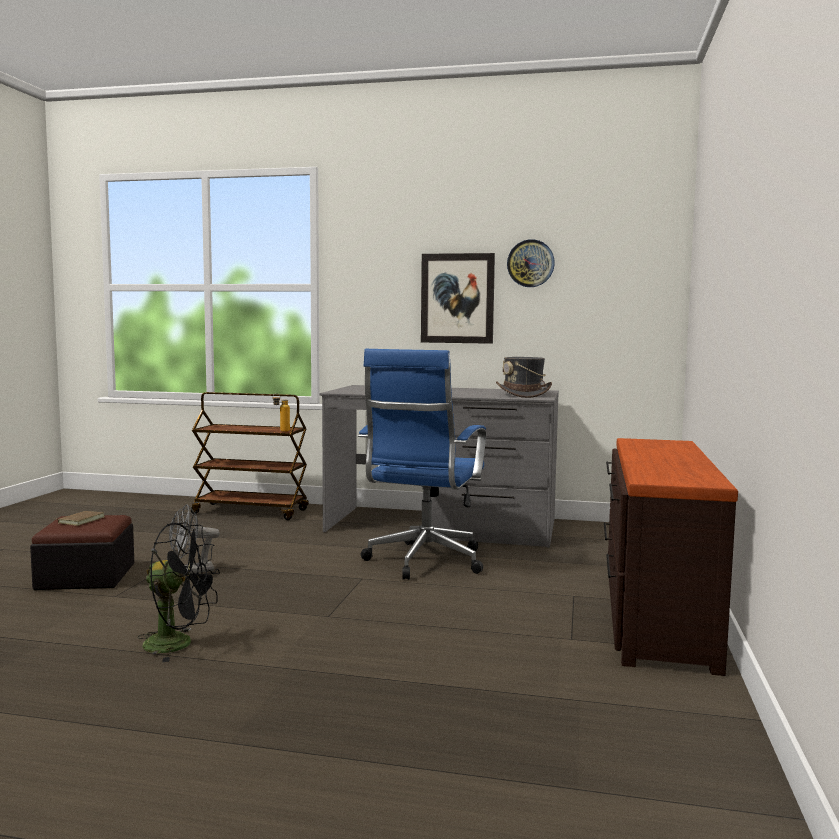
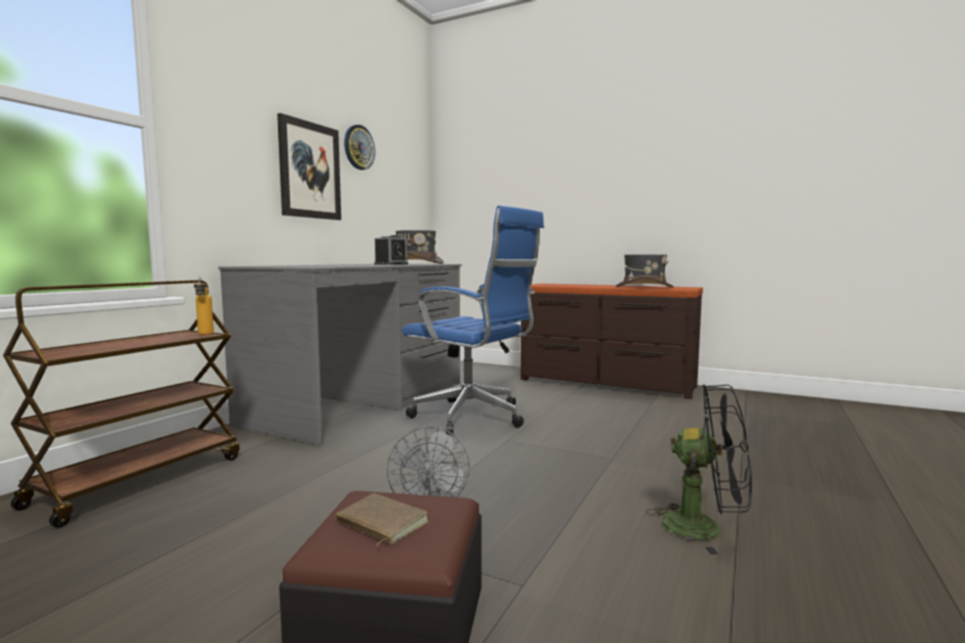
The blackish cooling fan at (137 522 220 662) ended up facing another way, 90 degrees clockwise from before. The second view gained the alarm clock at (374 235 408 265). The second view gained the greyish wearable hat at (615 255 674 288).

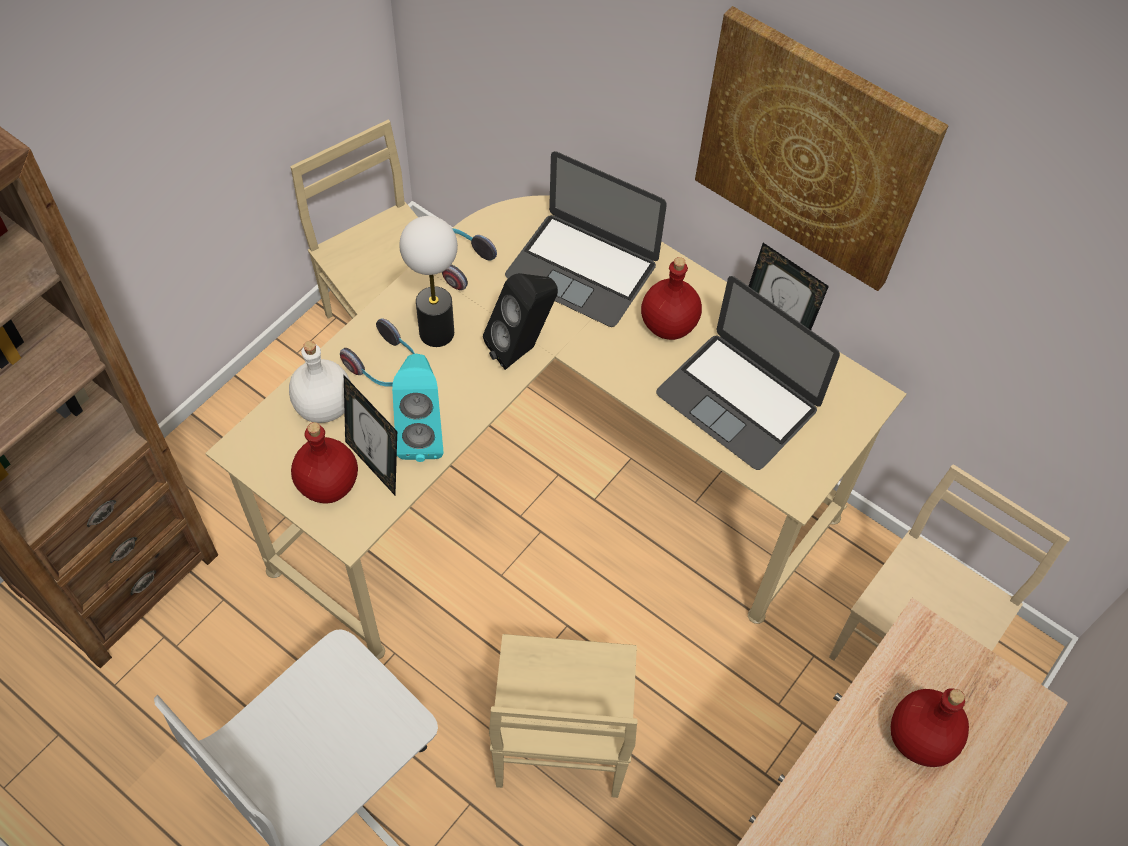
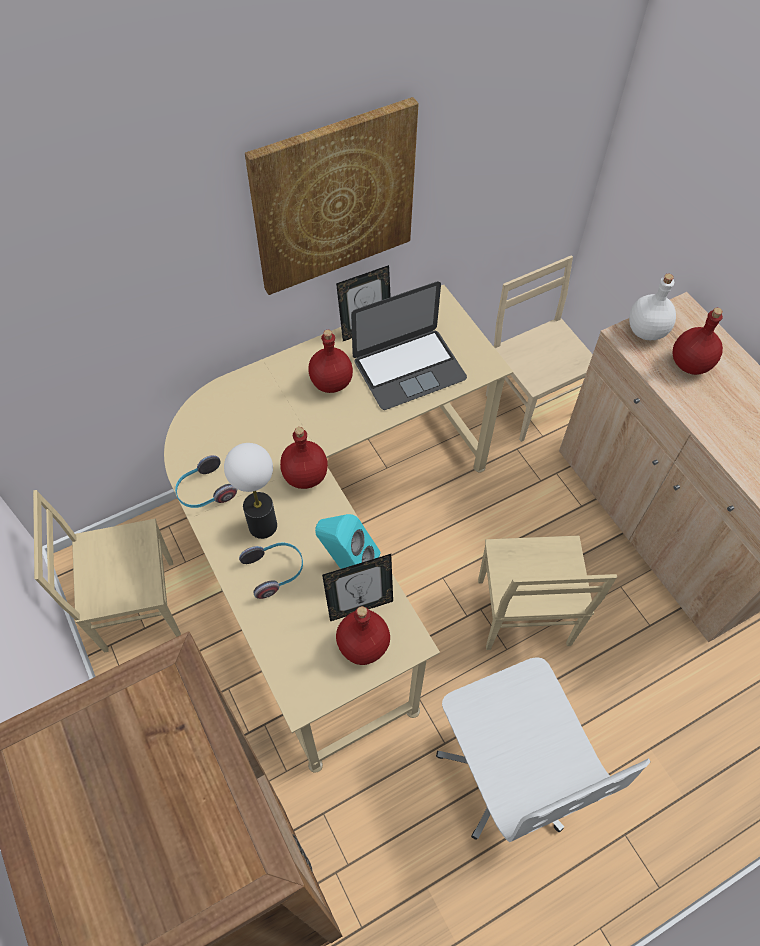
The white drink bottle ended up elsewhere, having gone from (289 341 351 423) to (629 274 676 340). Where the blackish speaker stood at (483 273 558 370), the red drink bottle came to stand at (280 427 328 489). The sand-coloured plain chair at (489 634 638 798) ended up facing another way, 60 degrees clockwise from before. The second view lost the laptop at (505 151 667 327).

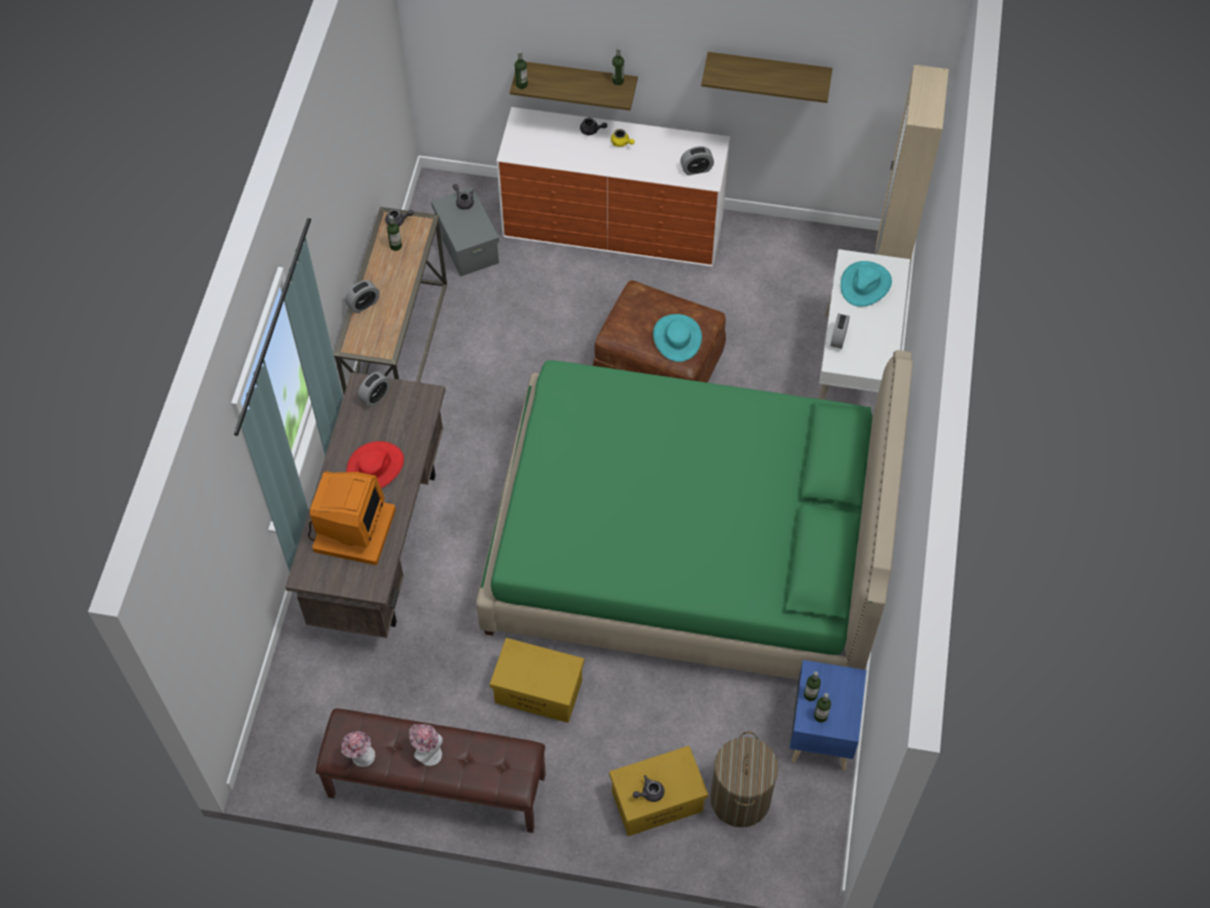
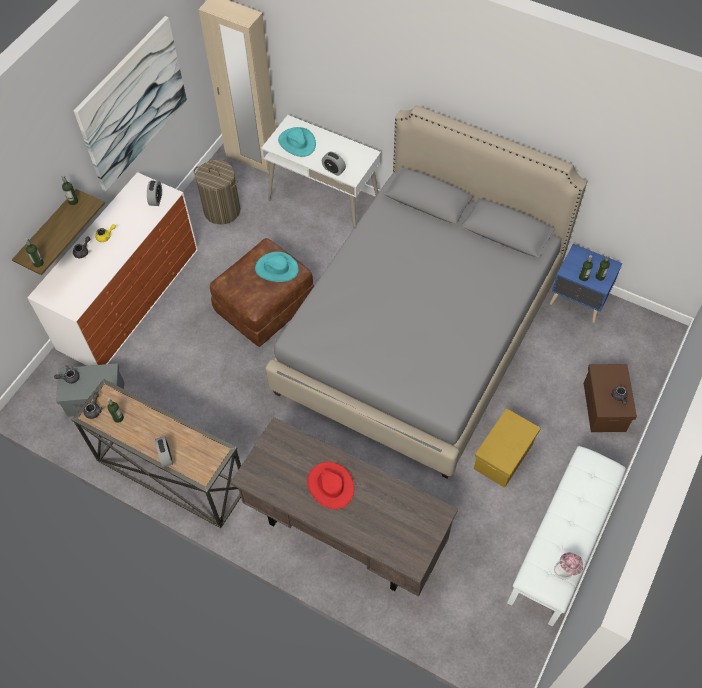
The second view lost the monitor at (308 471 396 565). What was the brownish bench at (316 708 546 833) turned into the white bench at (507 446 626 627). The second view lost the alarm clock at (358 372 390 407). The second view lost the wearable hat at (409 724 443 766). What was the green bed at (476 350 913 680) turned into the greyish bed at (265 105 587 479). What was the yellow storage bin at (609 746 708 836) turned into the brownish storage bin at (584 364 637 432). Where the shelf hung at (701 52 833 103), the wall picture came to hang at (74 16 187 191). The hamper ended up elsewhere, having gone from (710 731 778 827) to (194 160 241 224).

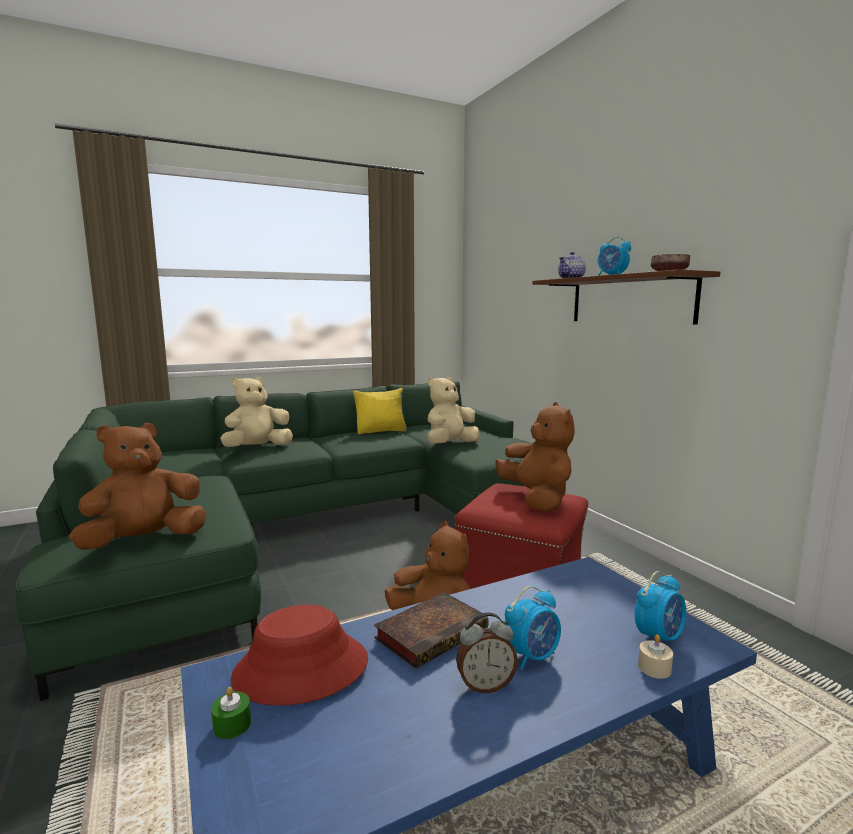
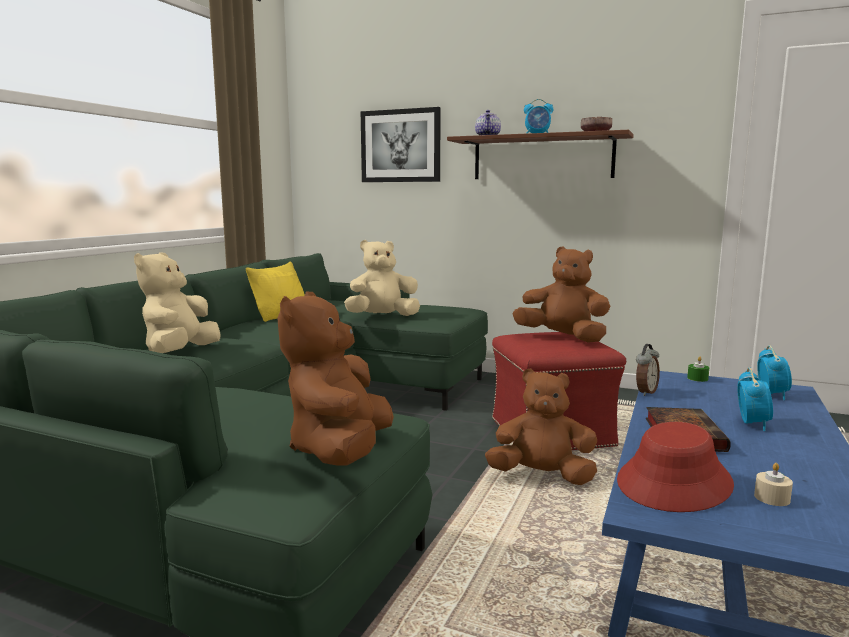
The green candle ended up elsewhere, having gone from (211 687 251 739) to (687 356 709 382). The sand-coloured cuddly toy at (427 377 480 444) ended up facing another way, 60 degrees clockwise from before. The alarm clock ended up elsewhere, having gone from (456 612 518 693) to (636 344 660 396). The sand-coloured candle ended up elsewhere, having gone from (638 635 673 679) to (754 463 793 506). The second view gained the wall picture at (361 107 441 182).

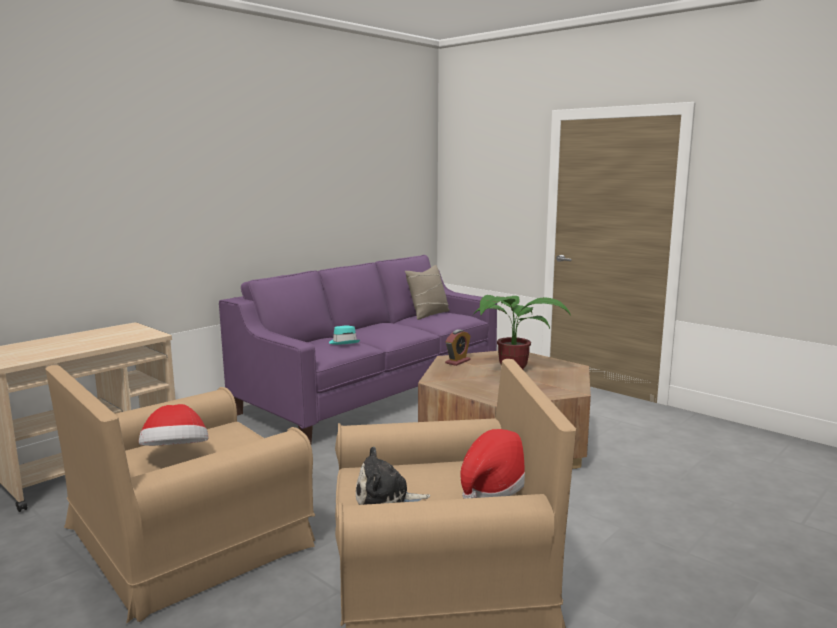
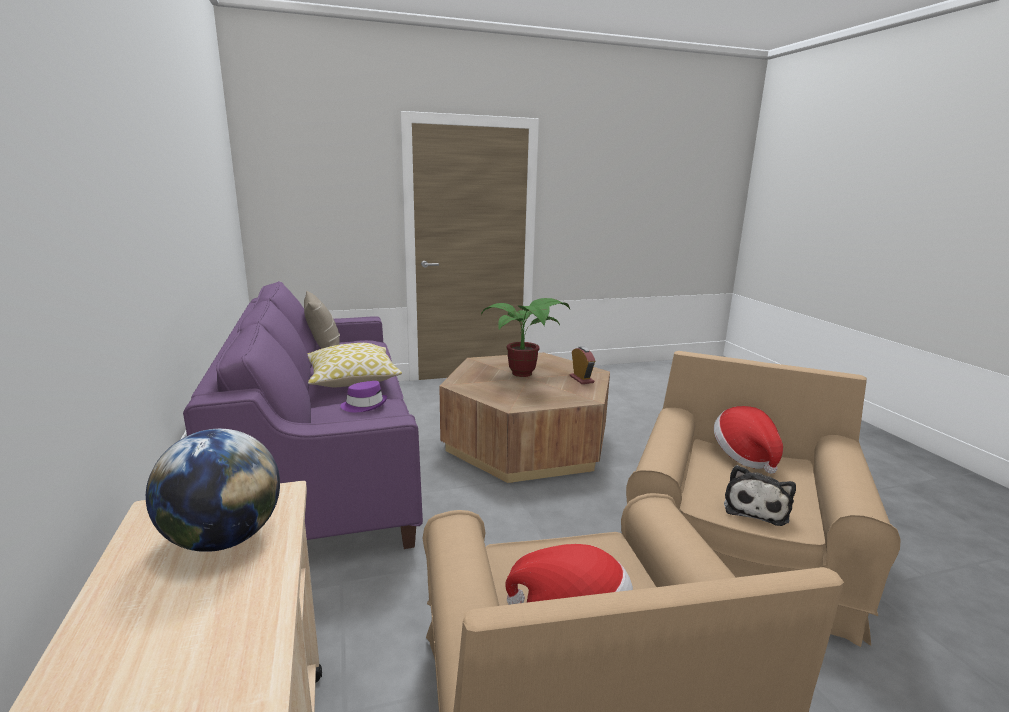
What was the blue-green wearable hat at (329 325 360 345) turned into the purple wearable hat at (340 381 387 412). The alarm clock ended up elsewhere, having gone from (445 329 471 366) to (569 346 595 384). The second view gained the world globe at (146 429 280 552). The second view gained the throw pillow at (307 343 402 387).

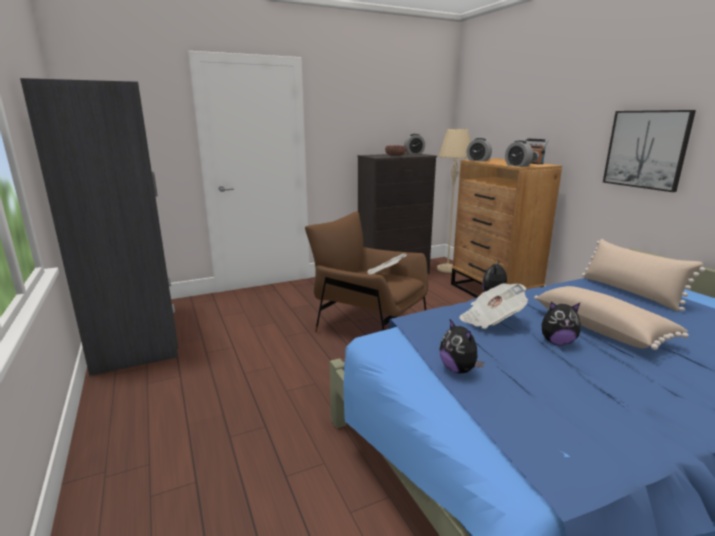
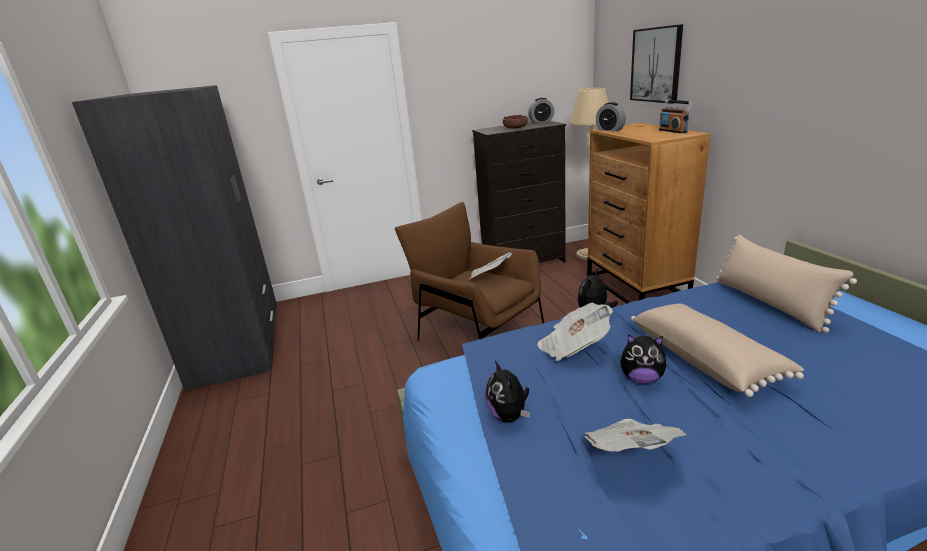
The second view lost the alarm clock at (505 140 533 167). The wall picture ended up elsewhere, having gone from (603 110 696 192) to (630 24 683 104). The second view gained the printed paper at (584 419 686 452).

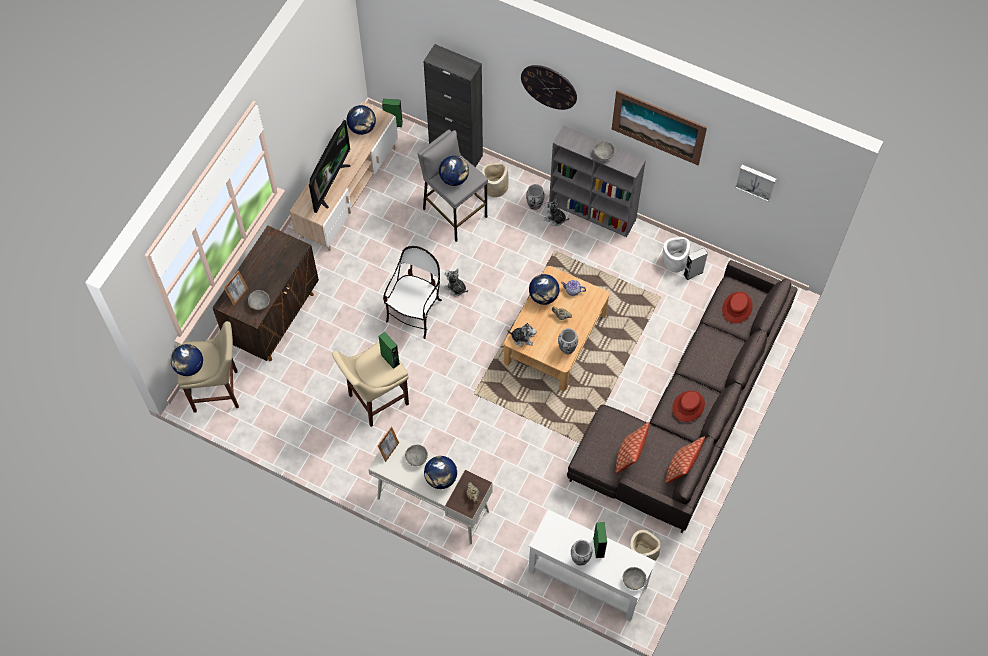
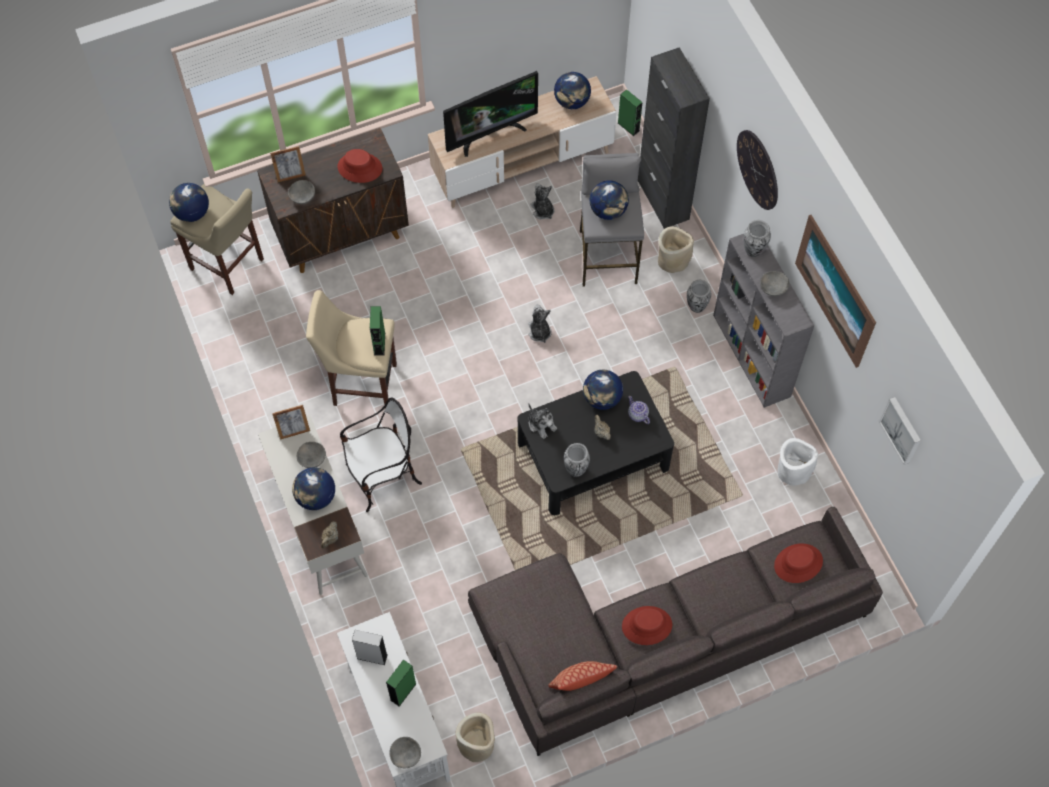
The plain chair ended up elsewhere, having gone from (383 246 442 339) to (340 397 422 512). What was the sand-coloured coffee table at (504 266 609 391) turned into the blackish coffee table at (517 371 674 515). The cuddly toy ended up elsewhere, having gone from (544 198 569 226) to (530 183 554 220). The vase ended up elsewhere, having gone from (571 540 592 566) to (744 220 771 257). The second view lost the throw pillow at (615 422 650 474). The greyish speaker ended up elsewhere, having gone from (683 248 708 280) to (352 630 388 665). The second view gained the red wearable hat at (338 149 382 183).

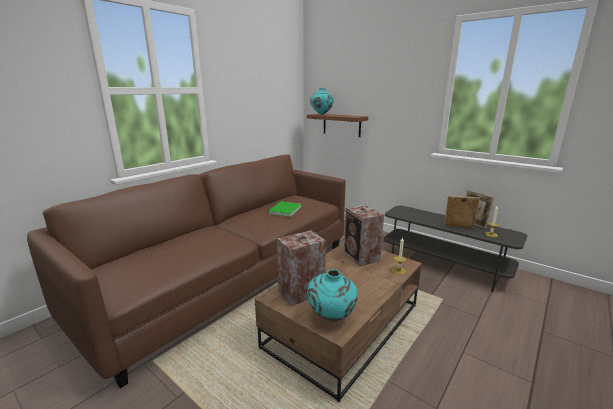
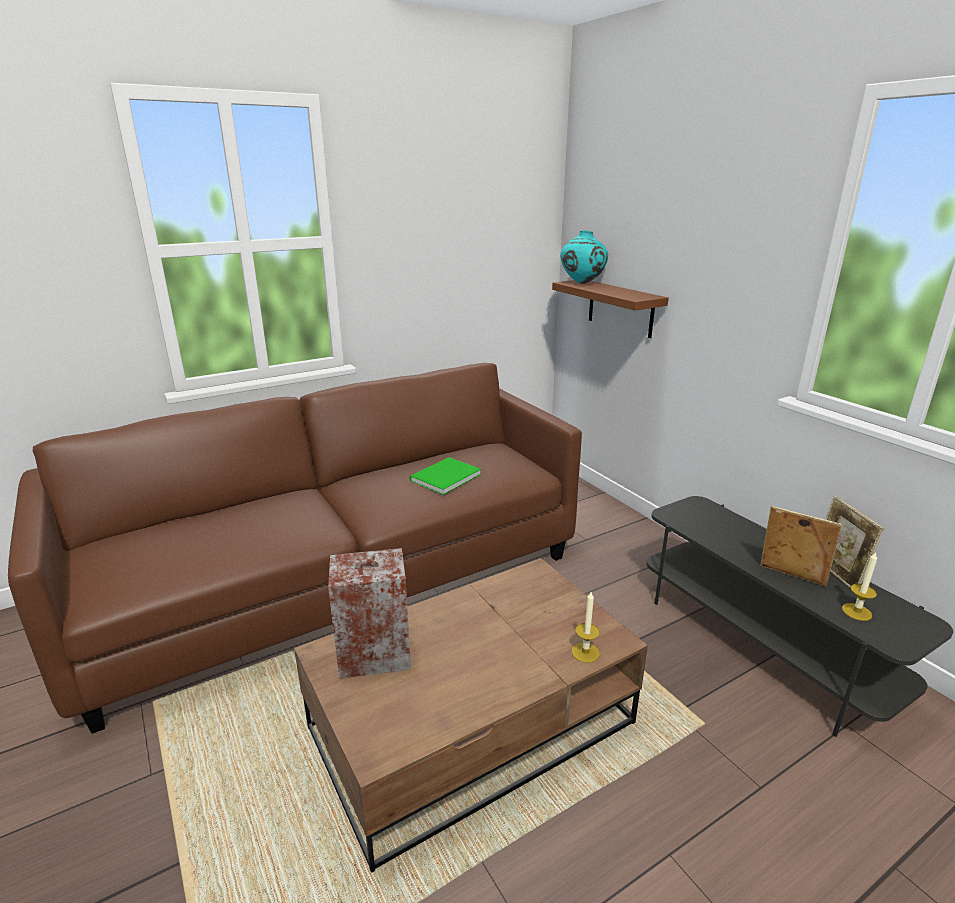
The second view lost the blue-green vase at (307 269 358 321). The second view lost the speaker at (344 205 384 266).

